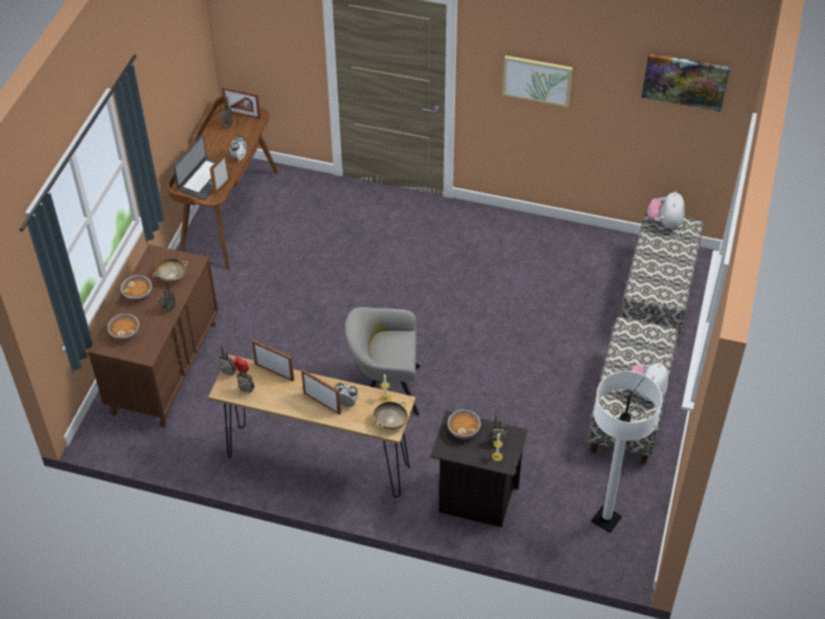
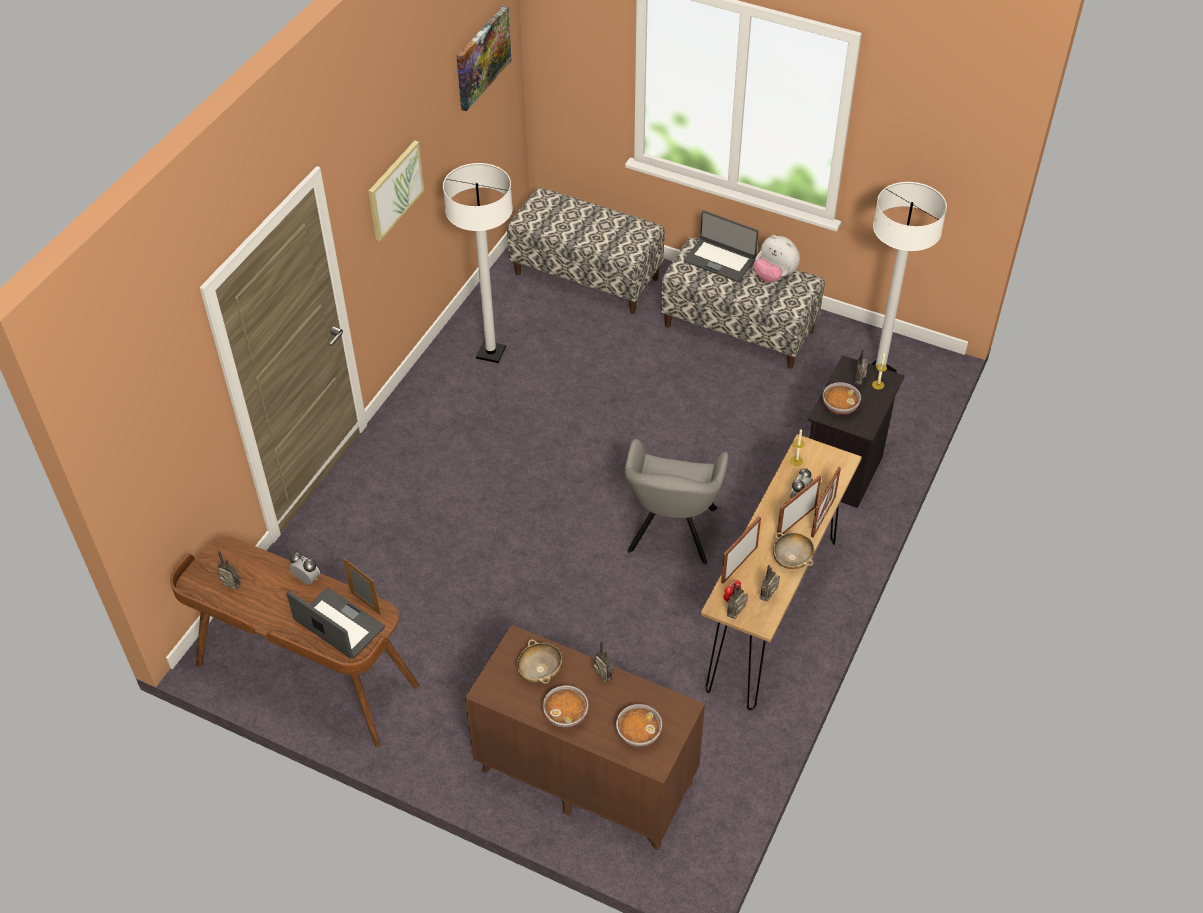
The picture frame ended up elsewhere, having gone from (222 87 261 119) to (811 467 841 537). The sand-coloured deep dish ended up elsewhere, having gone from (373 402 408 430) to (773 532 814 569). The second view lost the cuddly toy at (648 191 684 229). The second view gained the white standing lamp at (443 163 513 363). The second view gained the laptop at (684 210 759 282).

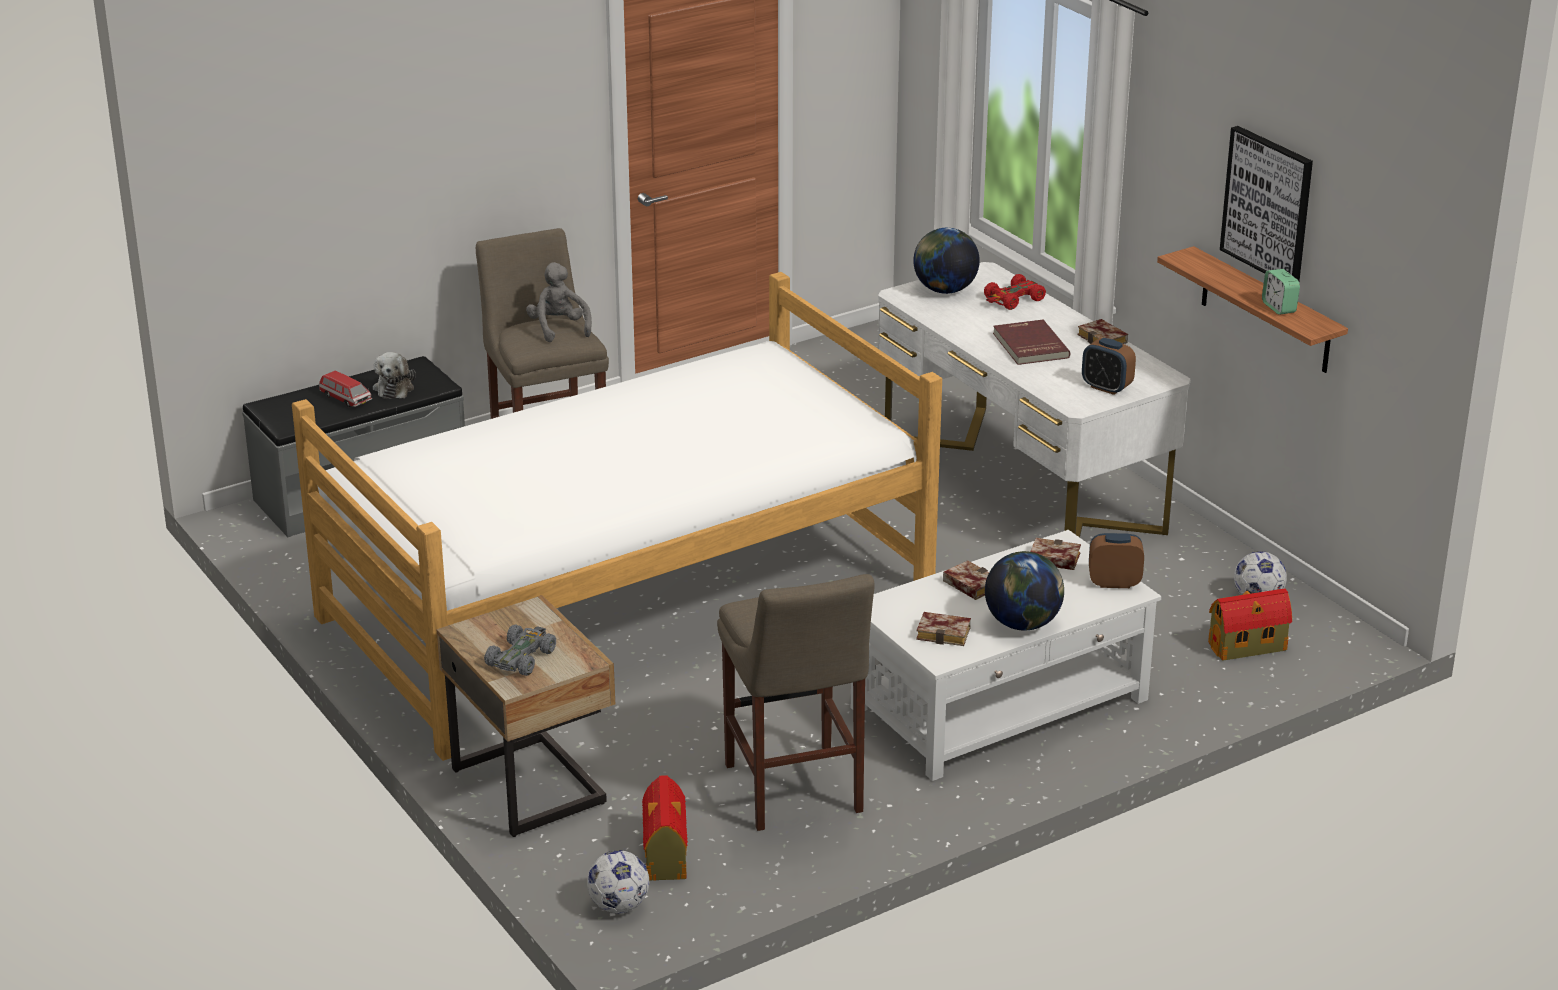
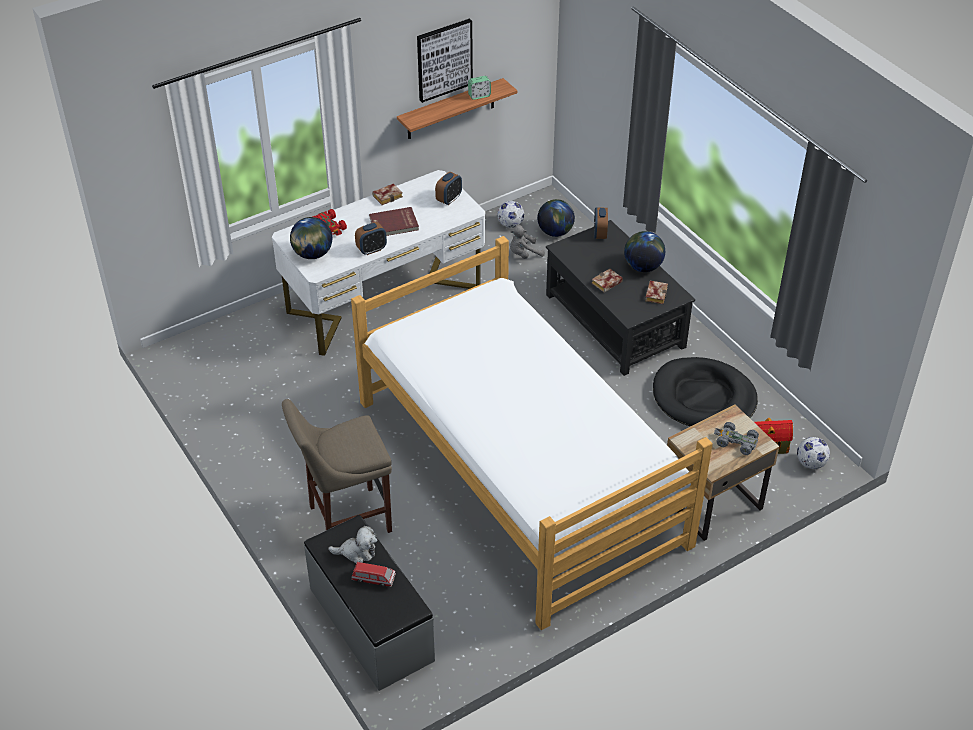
The model car at (319 370 372 407) ended up facing another way, 60 degrees clockwise from before. The greyish cuddly toy ended up elsewhere, having gone from (526 262 592 342) to (510 225 545 259). Where the sand-coloured stool stood at (717 574 875 831), the blackish pet bed came to stand at (653 357 758 427). What was the white coffee table at (851 530 1161 781) turned into the blackish coffee table at (546 220 695 376). The second view lost the bound book at (1030 538 1081 570). Where the toy house stood at (1208 588 1292 661), the world globe came to stand at (537 199 575 237). The second view gained the alarm clock at (355 222 387 255).

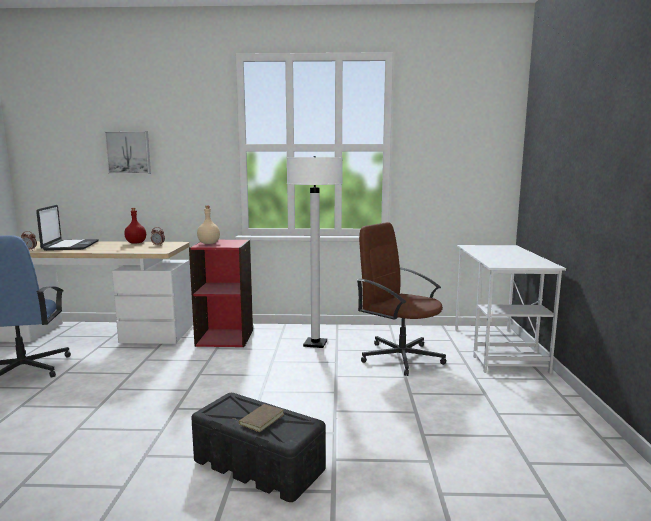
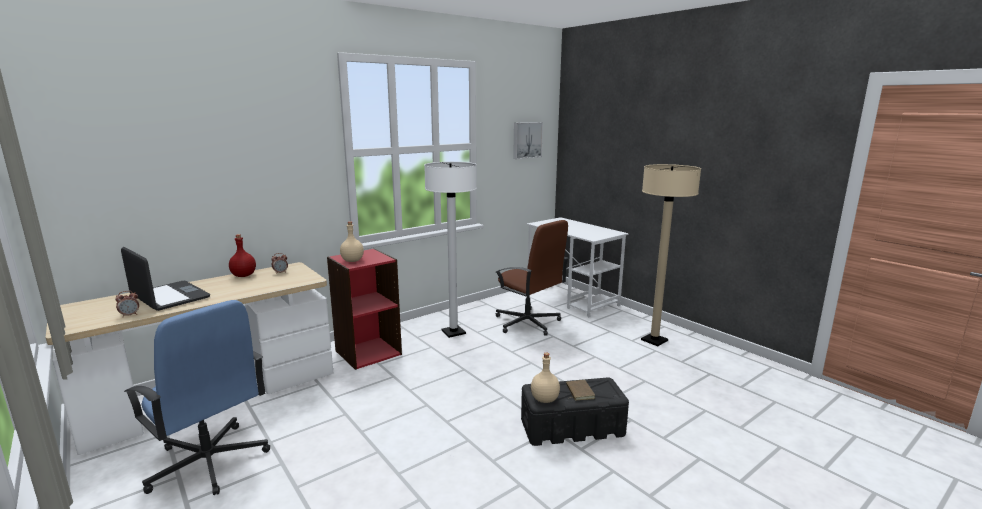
The wall picture ended up elsewhere, having gone from (105 131 151 174) to (513 122 543 159). The brownish office chair at (357 222 446 376) ended up facing another way, 135 degrees counterclockwise from before. The second view gained the sand-coloured drink bottle at (531 353 560 403). The second view gained the sand-coloured standing lamp at (641 164 701 346).

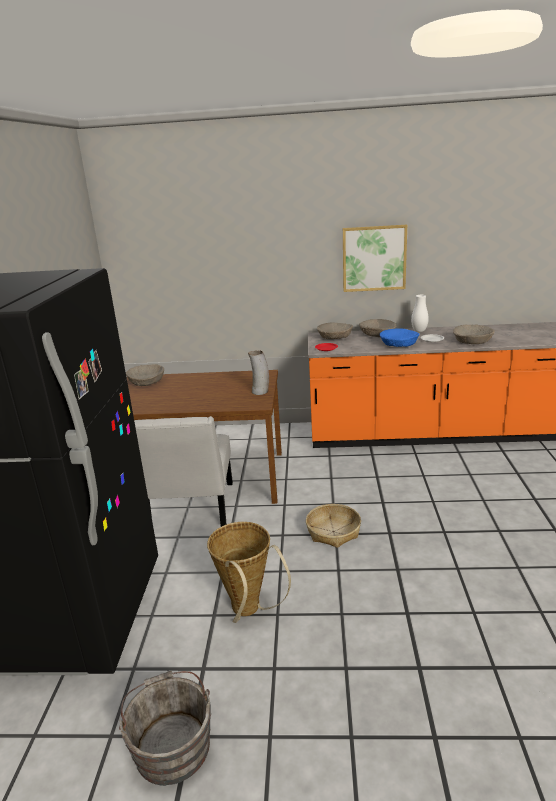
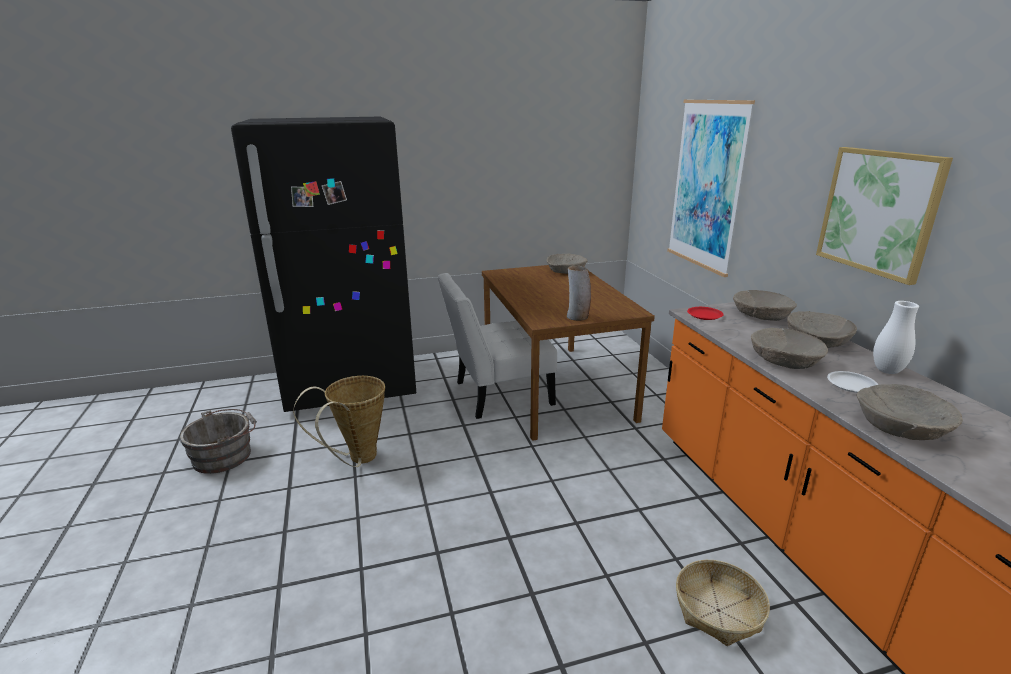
The household basket ended up elsewhere, having gone from (306 504 361 548) to (676 560 770 646). What was the bluish deep dish at (380 328 419 347) turned into the sand-coloured deep dish at (751 328 828 369). The second view gained the wall picture at (667 100 755 277).

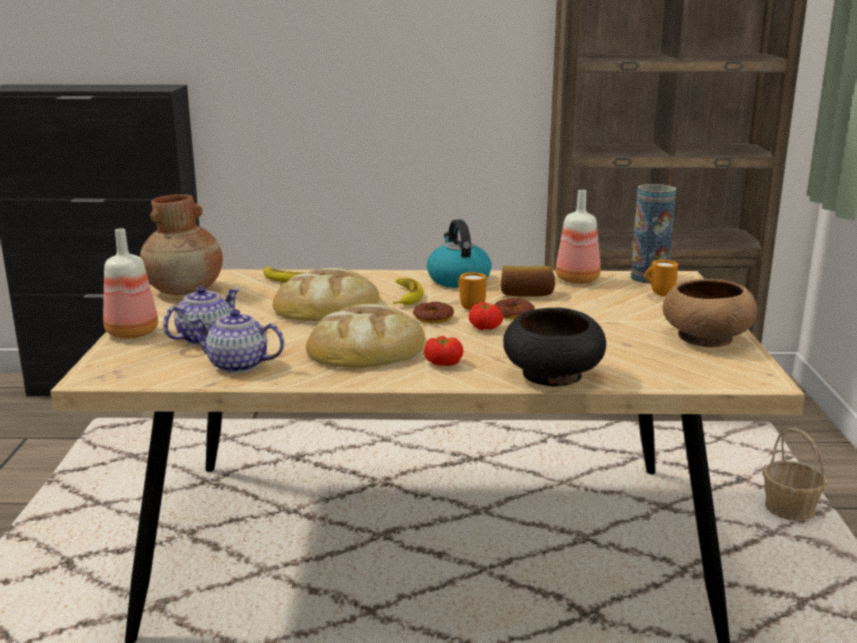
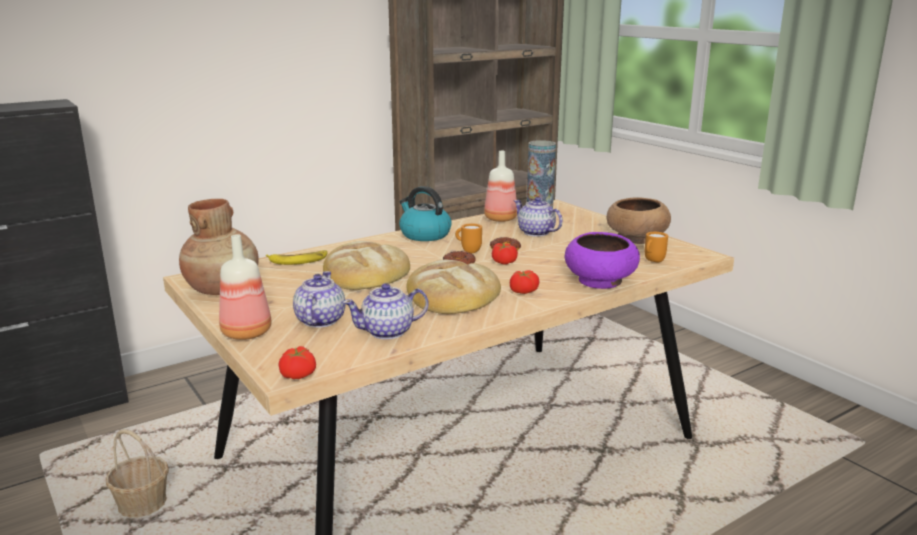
The second view lost the whole banana at (393 278 424 305). The second view lost the baked bread at (500 266 555 297). What was the blackish deep dish at (503 307 606 386) turned into the purple deep dish at (564 232 640 289). The orange mug ended up elsewhere, having gone from (645 260 678 296) to (645 232 668 262). The household basket ended up elsewhere, having gone from (763 428 828 521) to (106 429 169 518). The second view gained the whole tomato at (279 346 316 379). The second view gained the tea pot at (514 197 563 237).

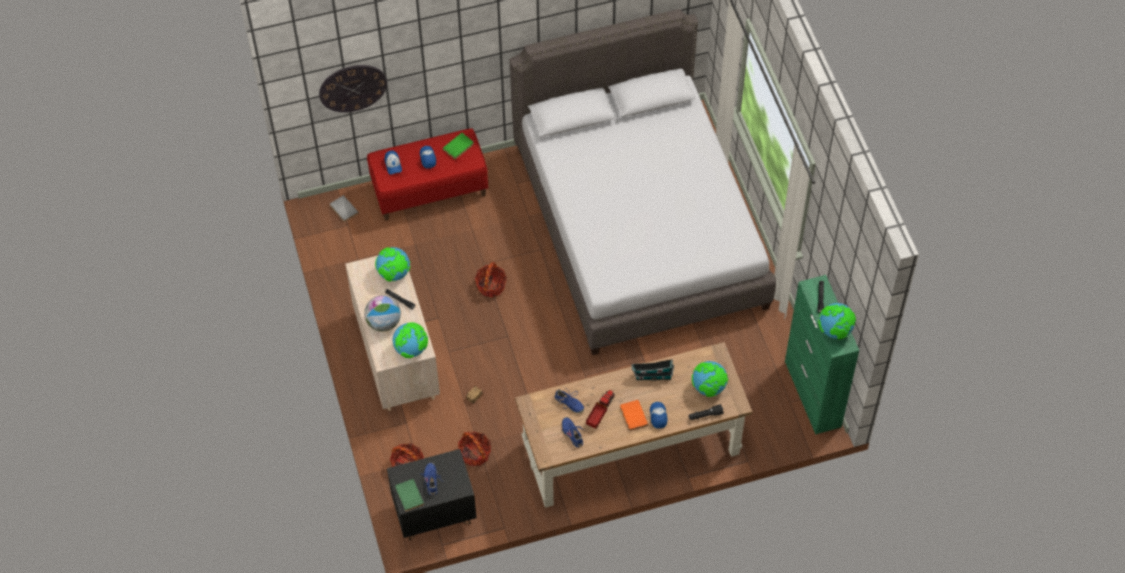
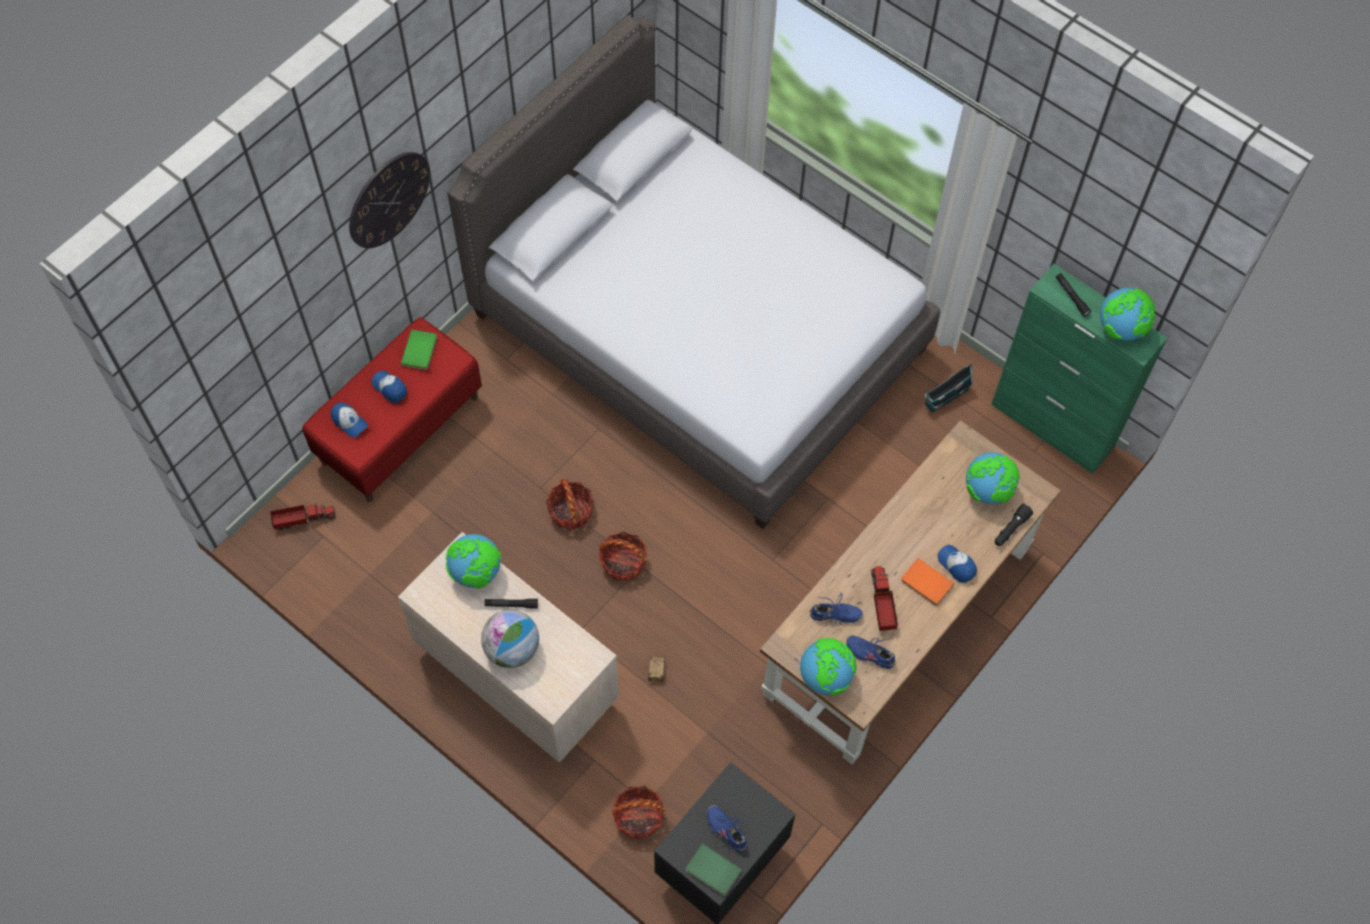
The clock on the wall ended up elsewhere, having gone from (319 65 387 112) to (349 152 430 248). Where the greyish bound book stood at (330 195 359 222), the model truck came to stand at (270 504 336 530). The world globe ended up elsewhere, having gone from (393 322 428 358) to (800 638 856 695). The household basket ended up elsewhere, having gone from (458 432 491 466) to (599 531 647 581). The toy house ended up elsewhere, having gone from (631 360 674 381) to (924 364 973 412).

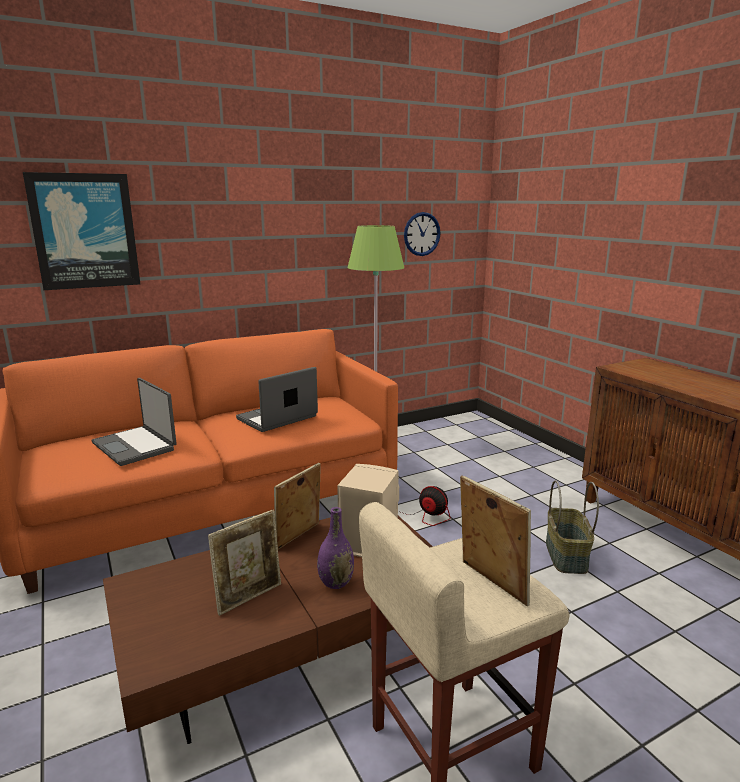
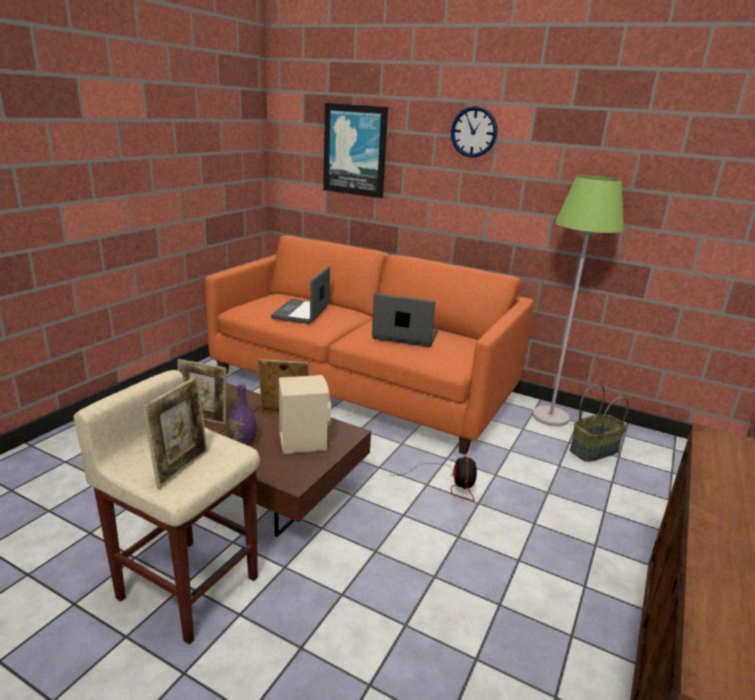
The clock on the wall ended up elsewhere, having gone from (404 212 441 256) to (451 106 497 158). The household basket ended up elsewhere, having gone from (546 480 599 574) to (570 384 629 462).

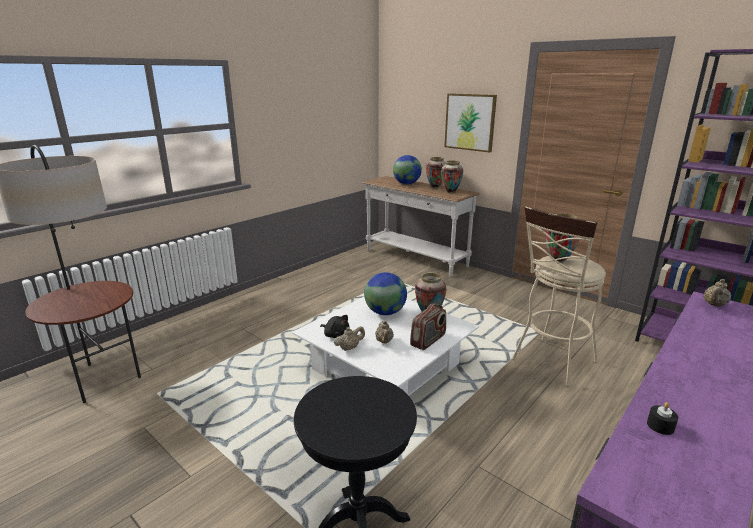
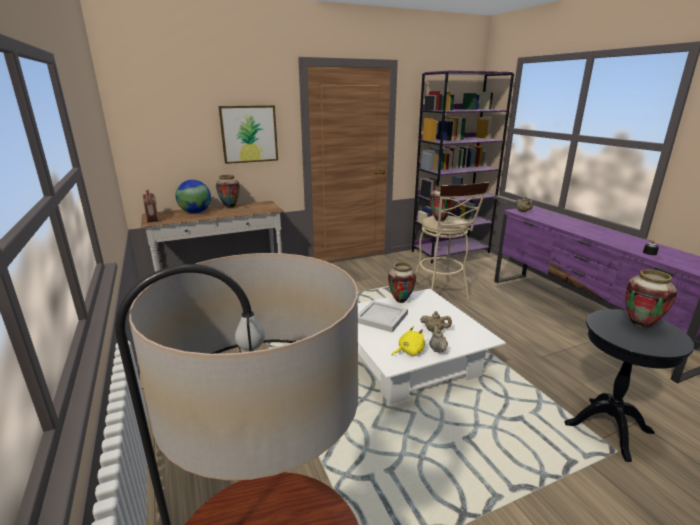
What was the blackish cuddly toy at (320 315 350 338) turned into the yellow cuddly toy at (391 326 425 356). Where the world globe stood at (364 272 407 315), the white tray came to stand at (358 300 408 332). The radio set ended up elsewhere, having gone from (410 303 446 350) to (143 190 158 222). The vase ended up elsewhere, having gone from (441 161 463 193) to (625 269 677 329).

